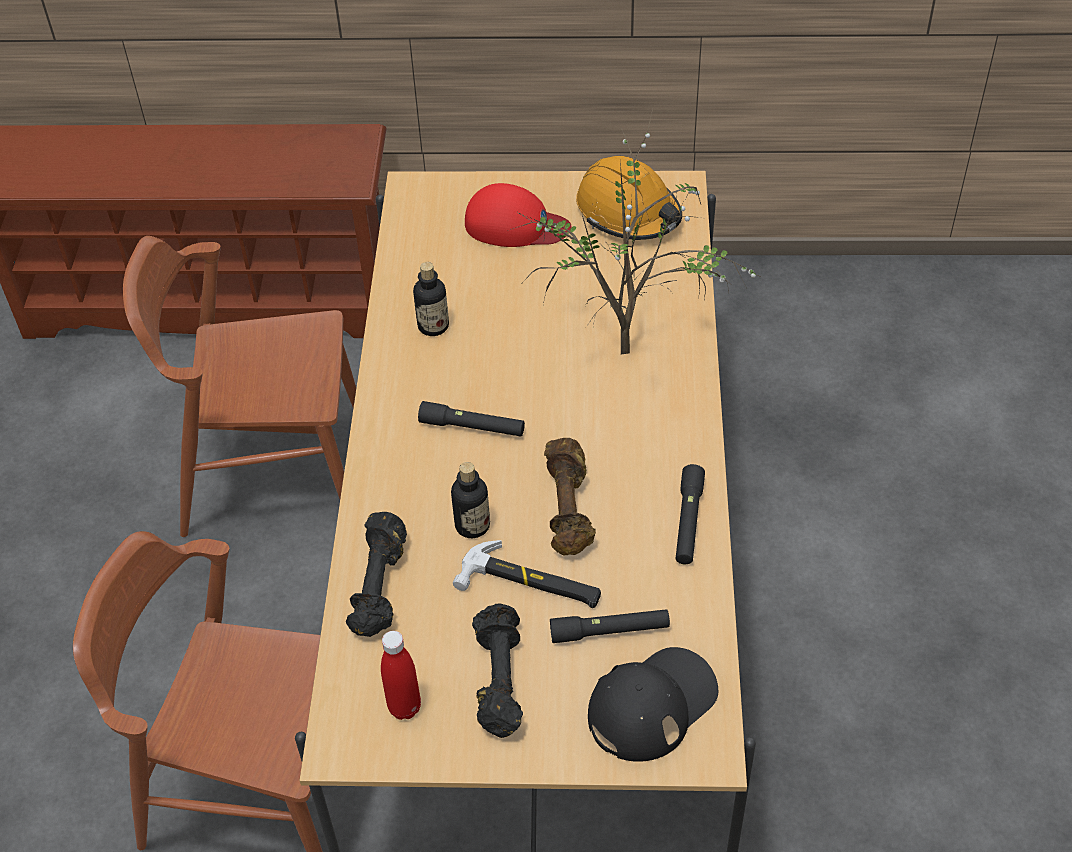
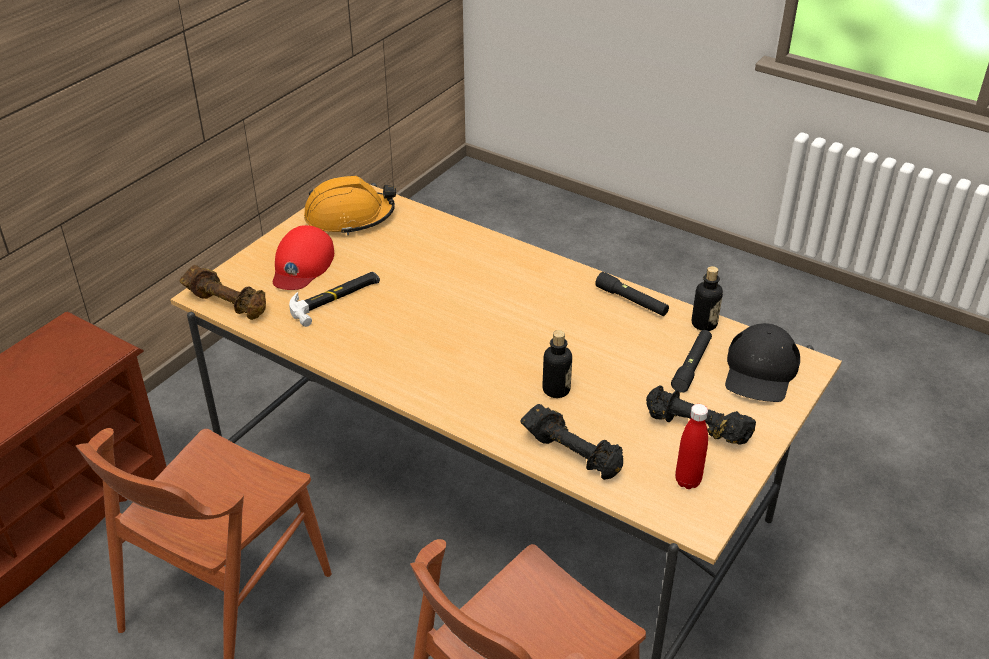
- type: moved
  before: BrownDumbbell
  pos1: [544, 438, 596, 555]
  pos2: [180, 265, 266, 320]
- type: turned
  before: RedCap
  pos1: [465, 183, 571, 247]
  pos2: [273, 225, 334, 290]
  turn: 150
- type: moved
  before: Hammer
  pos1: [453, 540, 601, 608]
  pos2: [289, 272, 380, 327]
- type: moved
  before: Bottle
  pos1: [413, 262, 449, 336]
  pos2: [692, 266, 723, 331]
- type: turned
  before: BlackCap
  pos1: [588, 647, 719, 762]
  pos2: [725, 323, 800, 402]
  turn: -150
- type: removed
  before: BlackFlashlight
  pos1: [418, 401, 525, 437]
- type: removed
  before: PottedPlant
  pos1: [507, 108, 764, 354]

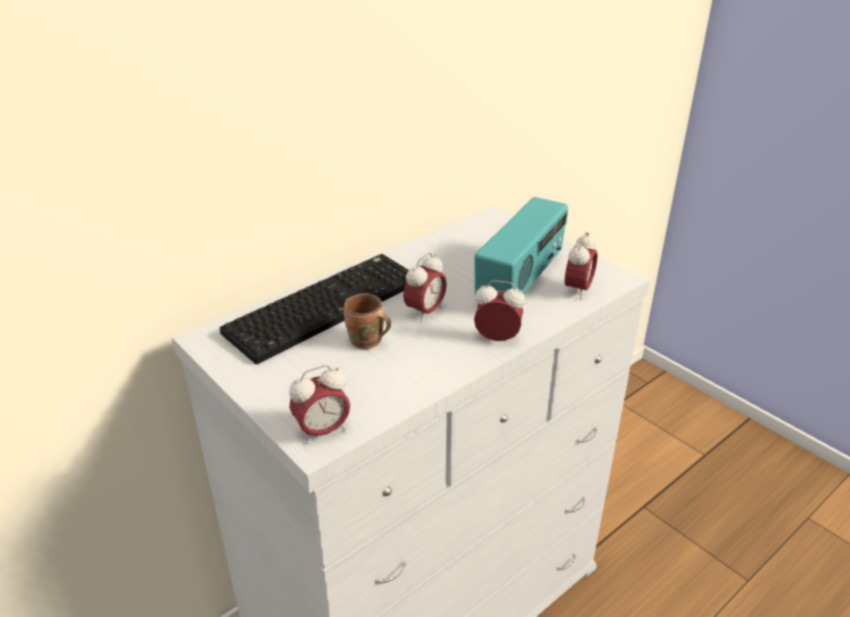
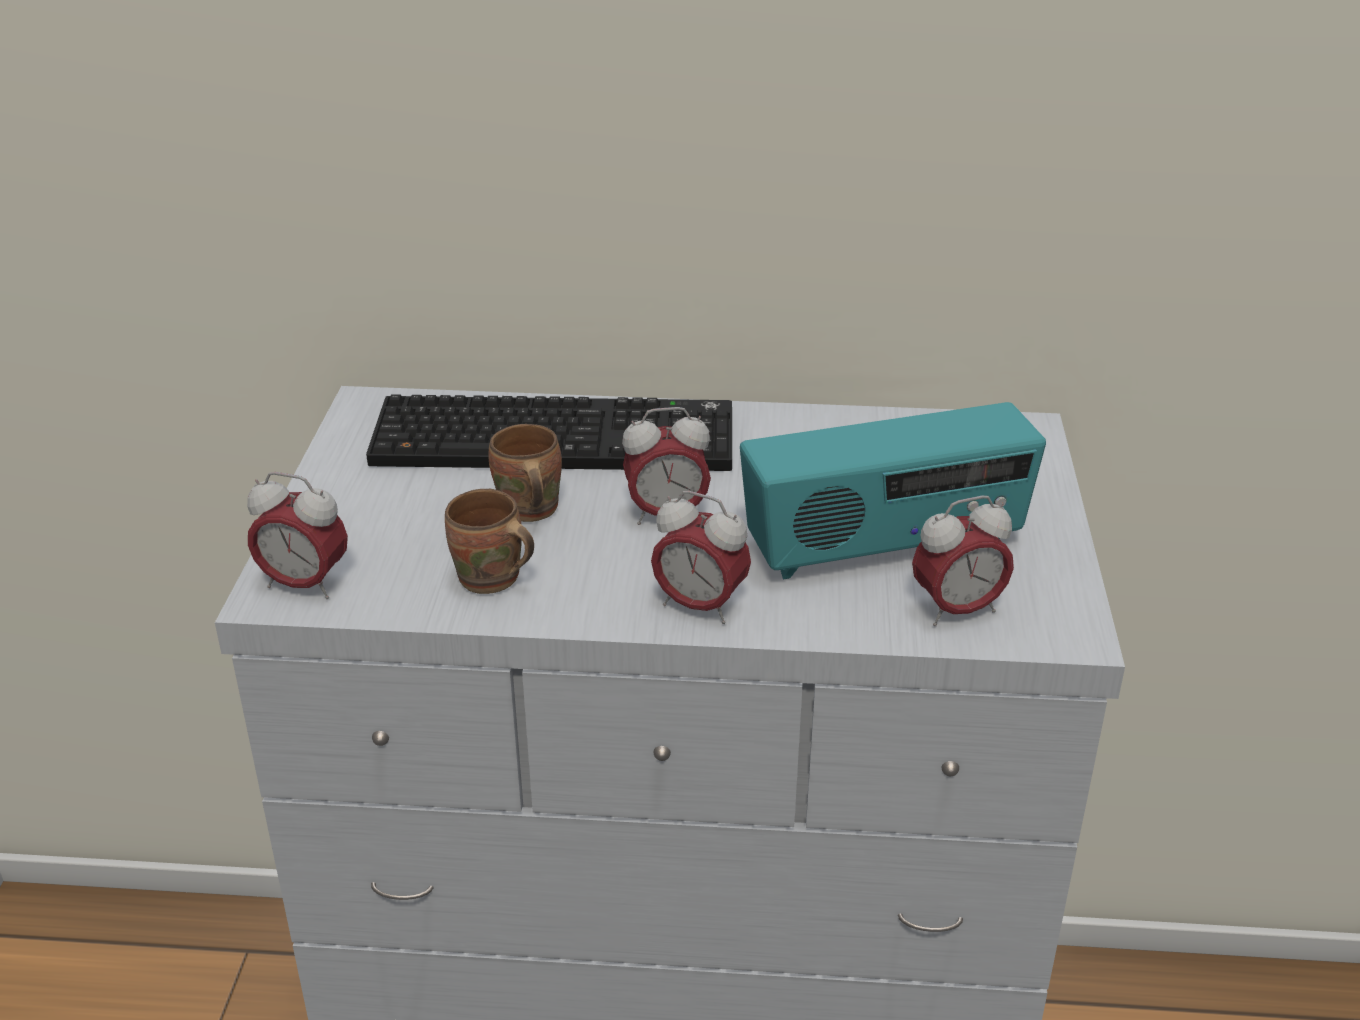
- type: added
  after: BrownMug
  pos2: [445, 489, 534, 594]
- type: turned
  before: AlarmClock
  pos1: [474, 280, 525, 341]
  pos2: [651, 491, 751, 624]
  turn: 150

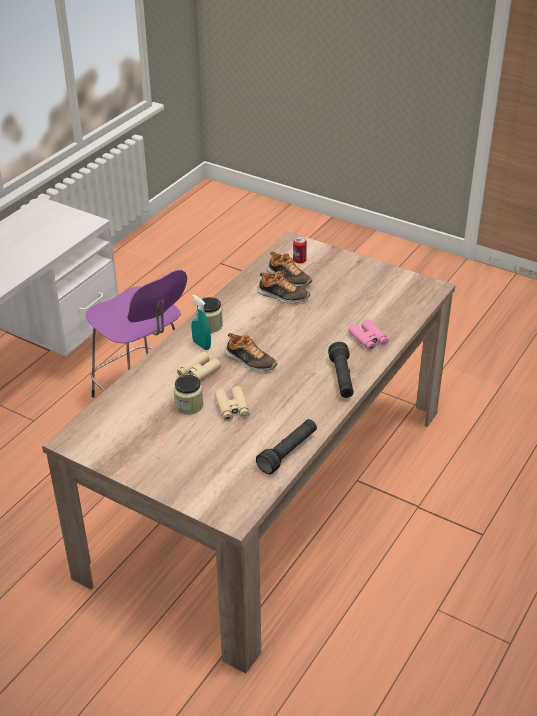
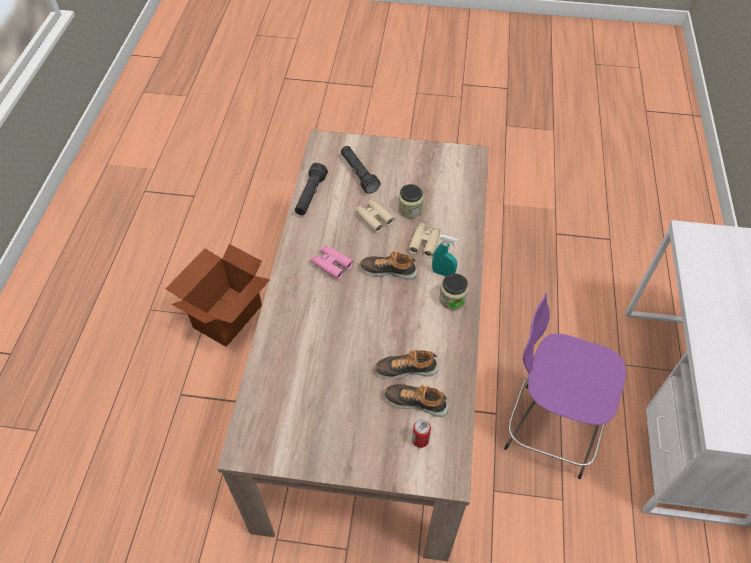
- type: added
  after: CardboardBox
  pos2: [165, 244, 270, 347]
- type: moved
  before: PinkBinoculars
  pos1: [348, 319, 389, 351]
  pos2: [311, 245, 353, 280]
- type: moved
  before: BlackFlashlight
  pos1: [328, 342, 354, 398]
  pos2: [341, 146, 380, 194]

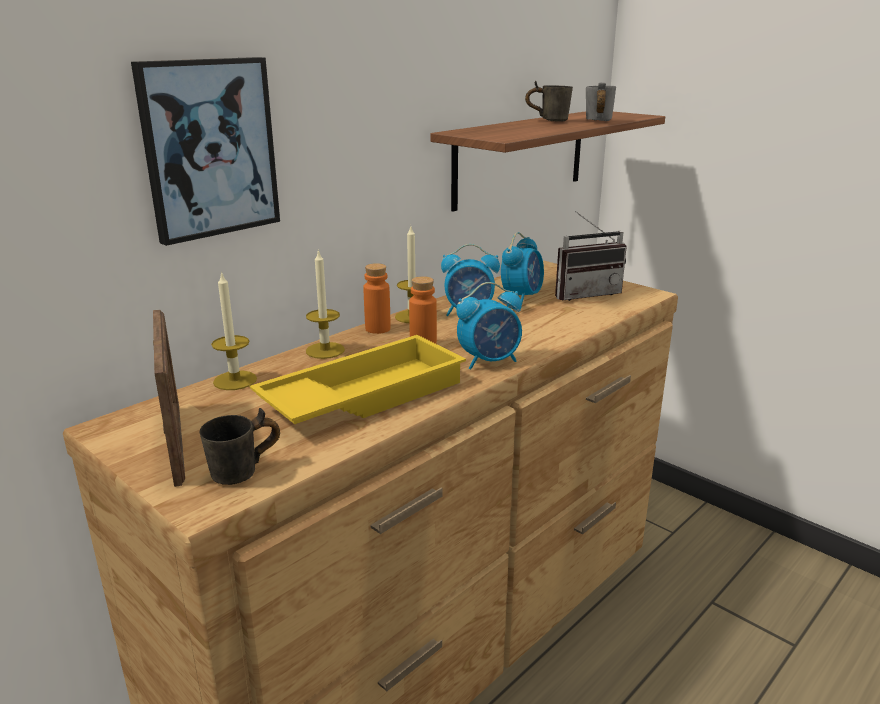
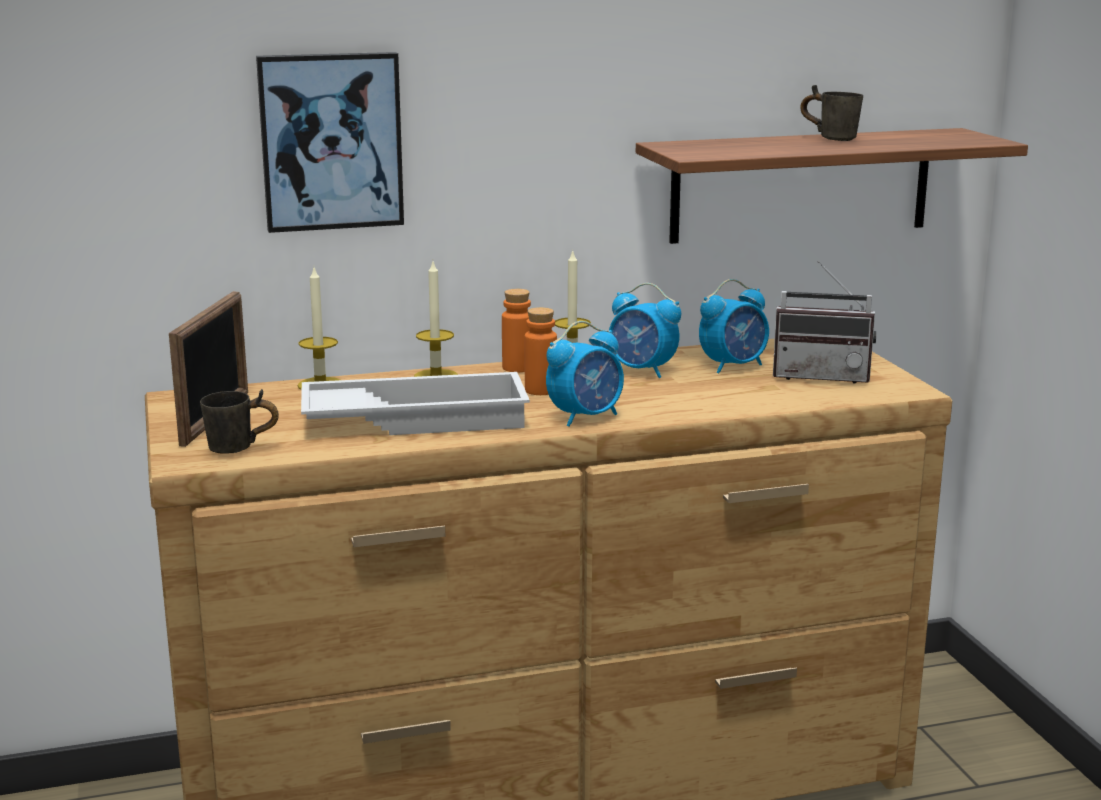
- type: recoloured
  before: YellowTray
  after: WhiteTray
  pos1: [250, 335, 466, 424]
  pos2: [301, 372, 530, 435]
- type: turned
  before: AlarmClock
  pos1: [456, 282, 522, 370]
  pos2: [546, 321, 624, 427]
  turn: -45
- type: removed
  before: GreyMug
  pos1: [586, 83, 616, 121]

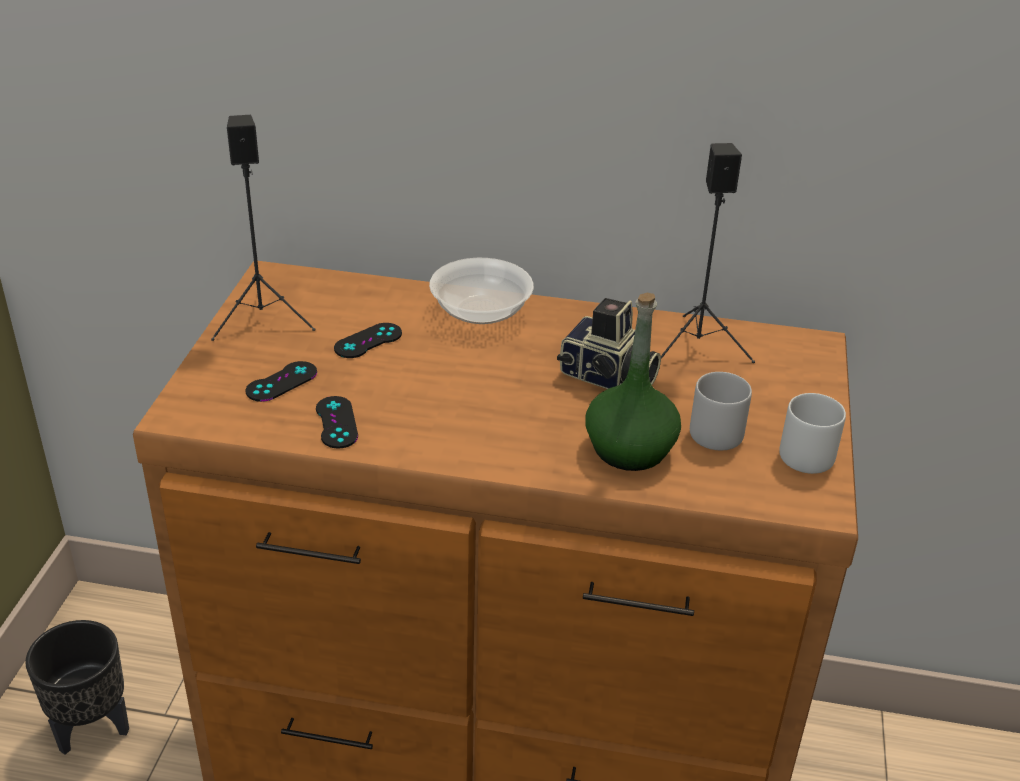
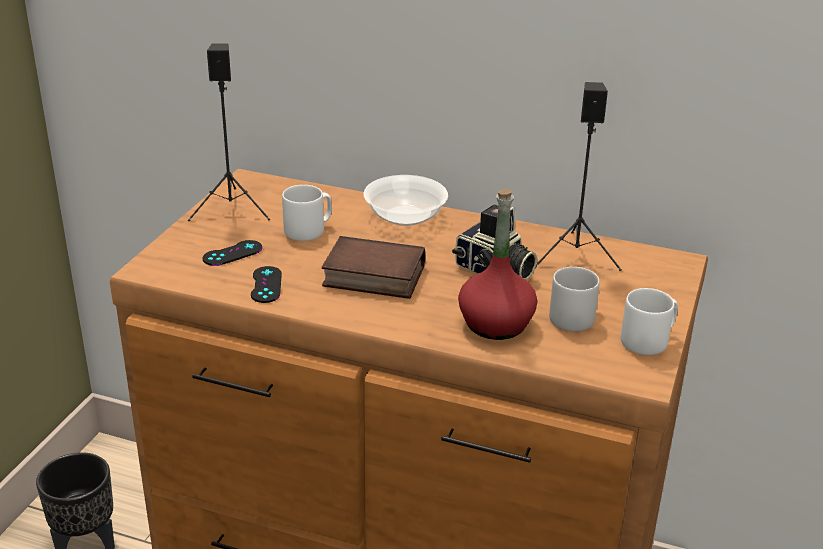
- type: replaced
  before: BlackGameController
  after: WhiteMug
  pos1: [334, 323, 402, 358]
  pos2: [282, 185, 332, 241]
- type: added
  after: Book
  pos2: [322, 236, 425, 299]
- type: recoloured
  before: GreenBottle
  after: RedBottle
  pos1: [585, 293, 681, 471]
  pos2: [458, 189, 537, 340]

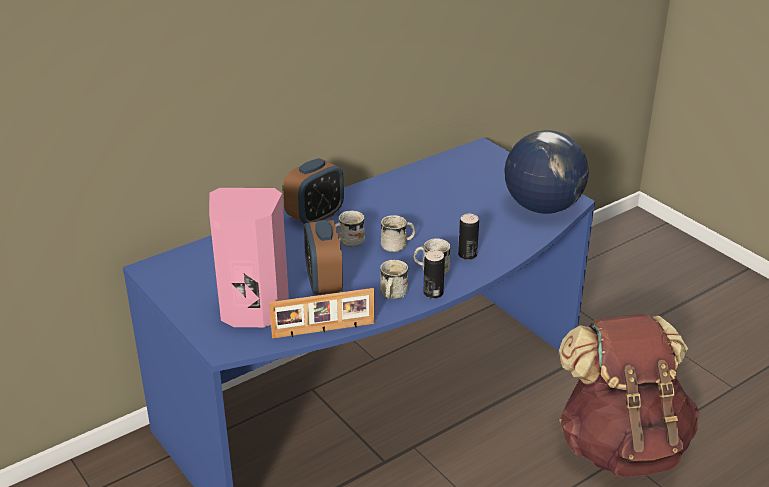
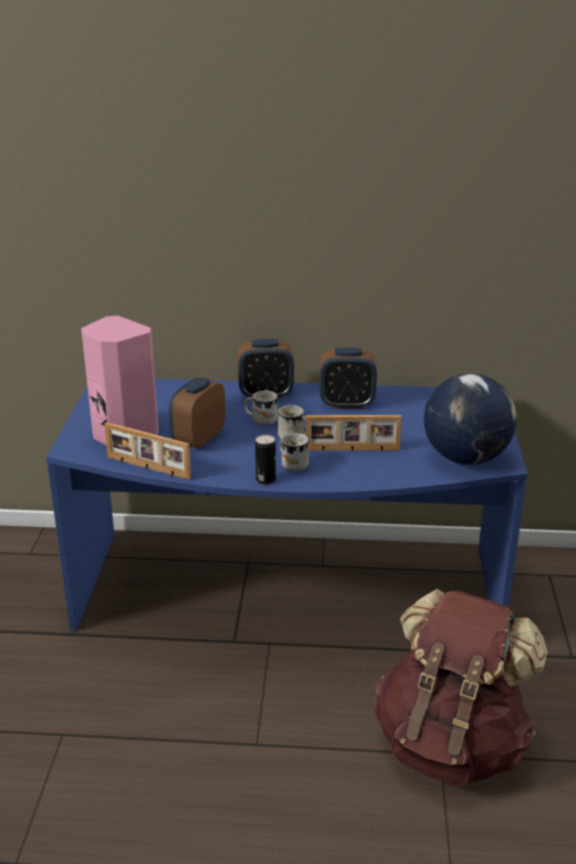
- type: added
  after: PictureFrame
  pos2: [306, 415, 402, 451]
- type: added
  after: AlarmClock
  pos2: [319, 347, 377, 409]
- type: removed
  before: WhiteMug
  pos1: [380, 260, 408, 299]
- type: removed
  before: Can
  pos1: [458, 214, 479, 260]

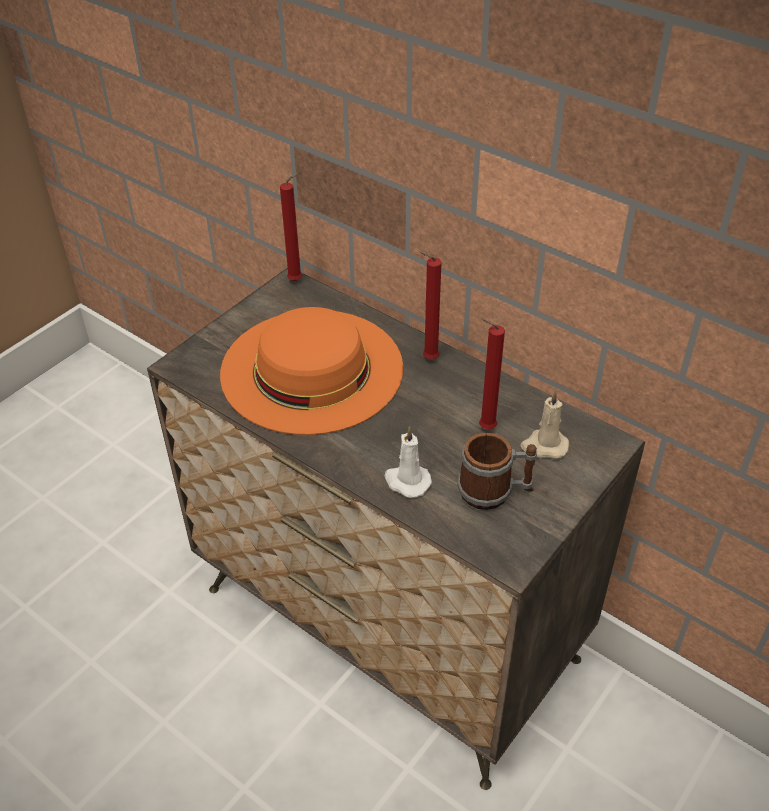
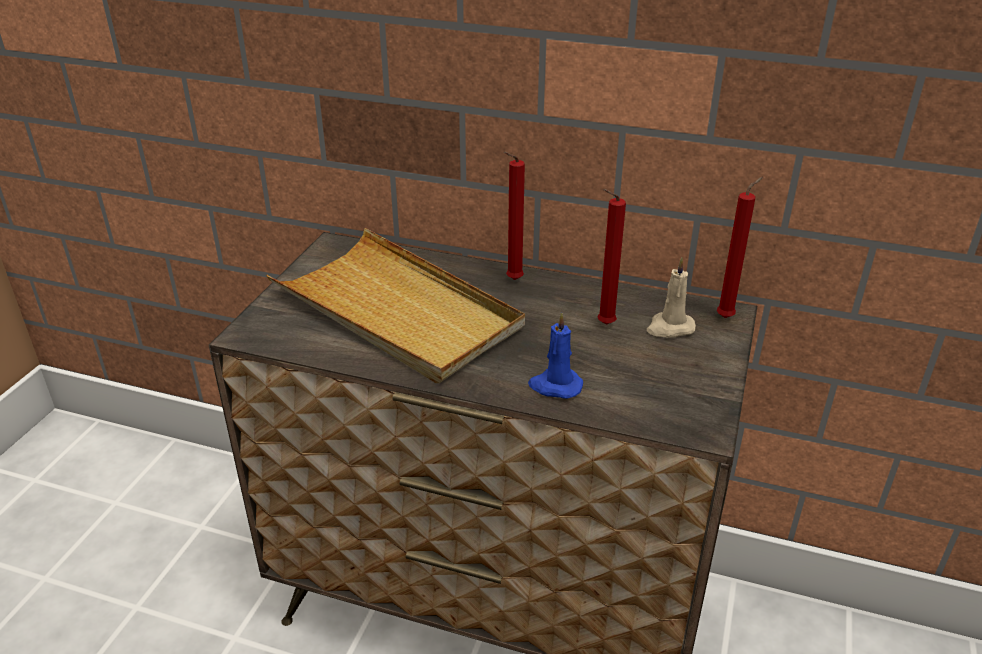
- type: replaced
  before: OrangeHat
  after: BeigeTray
  pos1: [220, 307, 403, 435]
  pos2: [266, 228, 525, 383]
- type: recoloured
  before: WhiteCandle
  after: BlueCandle
  pos1: [385, 426, 432, 498]
  pos2: [528, 312, 583, 399]
- type: moved
  before: RedCandle
  pos1: [280, 173, 302, 281]
  pos2: [717, 177, 763, 318]
- type: removed
  before: Mug
  pos1: [457, 433, 537, 510]

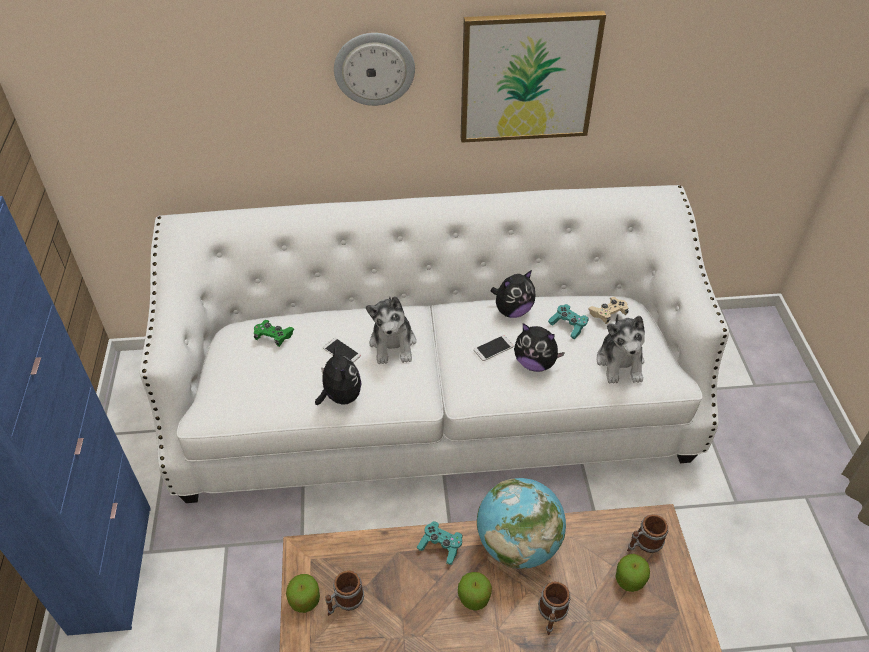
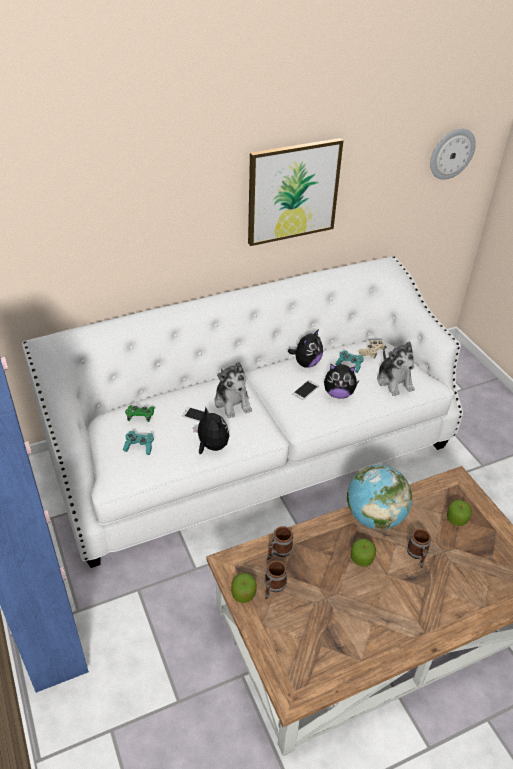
- type: moved
  before: TurquoiseGameController
  pos1: [417, 521, 463, 565]
  pos2: [123, 431, 154, 455]
- type: moved
  before: Mug
  pos1: [627, 514, 668, 553]
  pos2: [267, 526, 294, 560]
- type: moved
  before: WallClock
  pos1: [334, 33, 415, 106]
  pos2: [430, 129, 476, 180]

